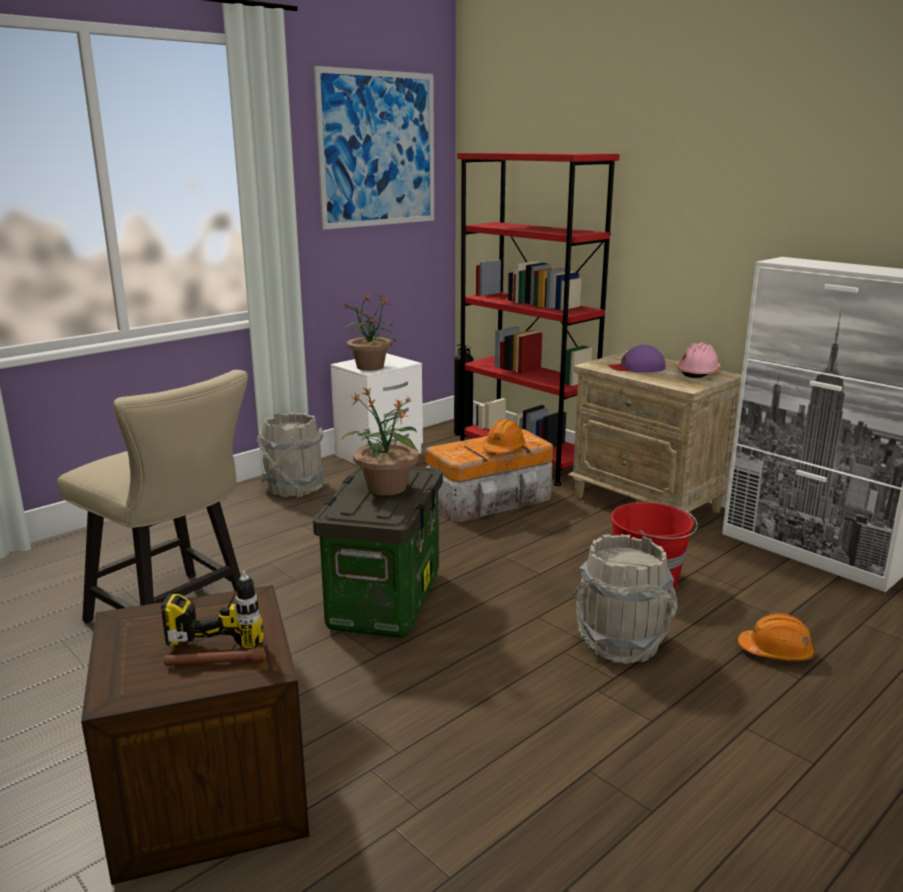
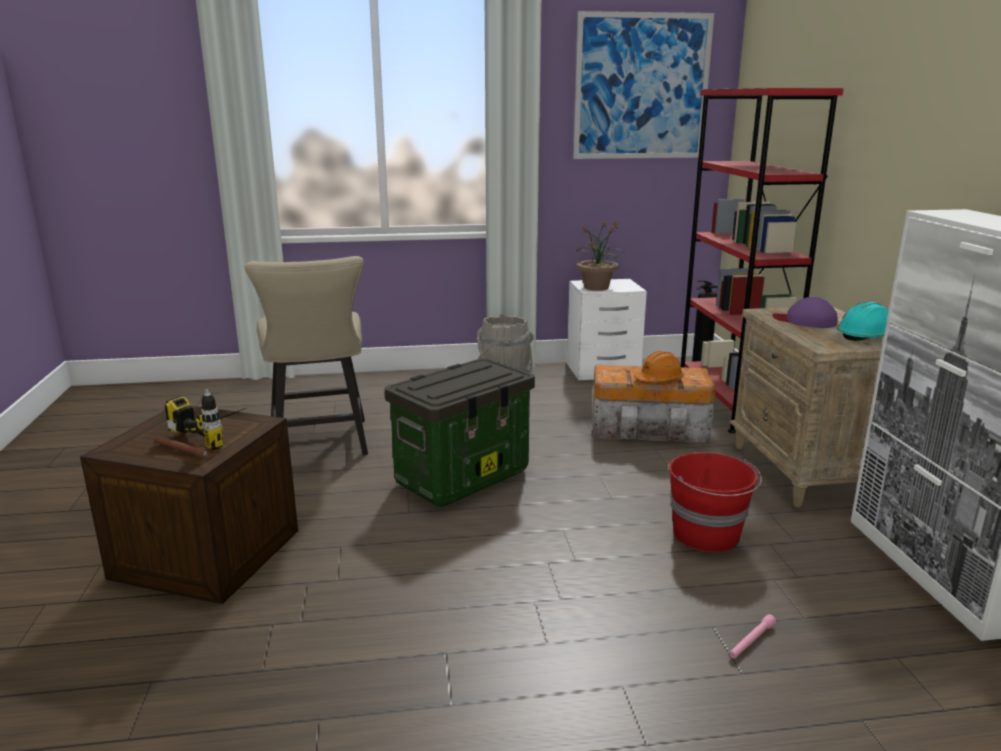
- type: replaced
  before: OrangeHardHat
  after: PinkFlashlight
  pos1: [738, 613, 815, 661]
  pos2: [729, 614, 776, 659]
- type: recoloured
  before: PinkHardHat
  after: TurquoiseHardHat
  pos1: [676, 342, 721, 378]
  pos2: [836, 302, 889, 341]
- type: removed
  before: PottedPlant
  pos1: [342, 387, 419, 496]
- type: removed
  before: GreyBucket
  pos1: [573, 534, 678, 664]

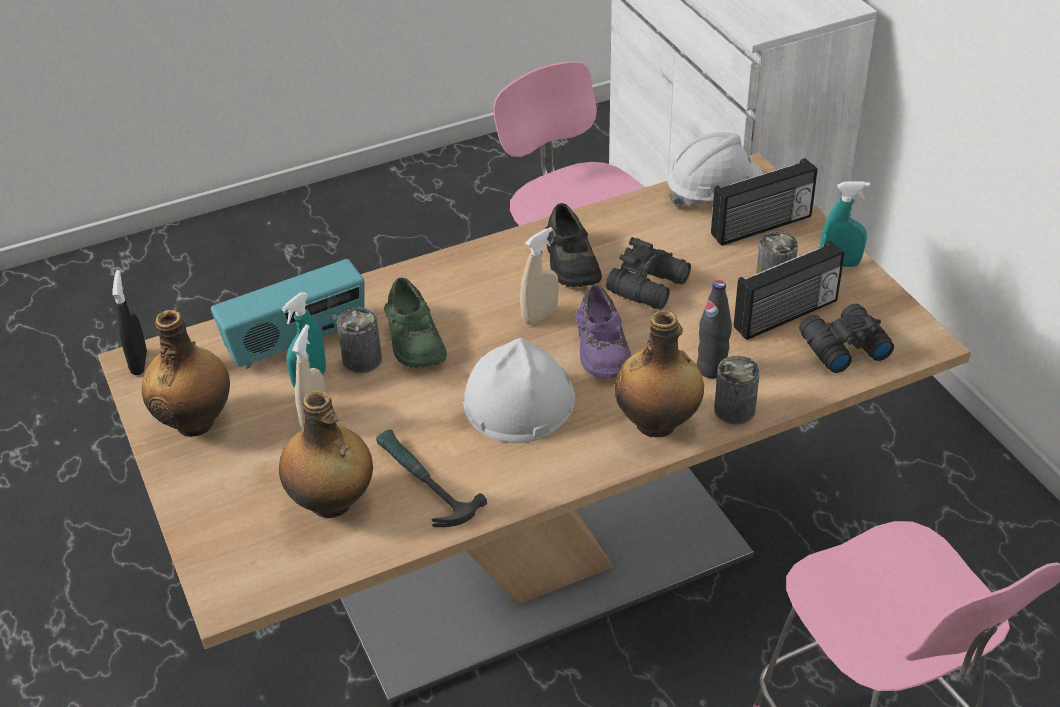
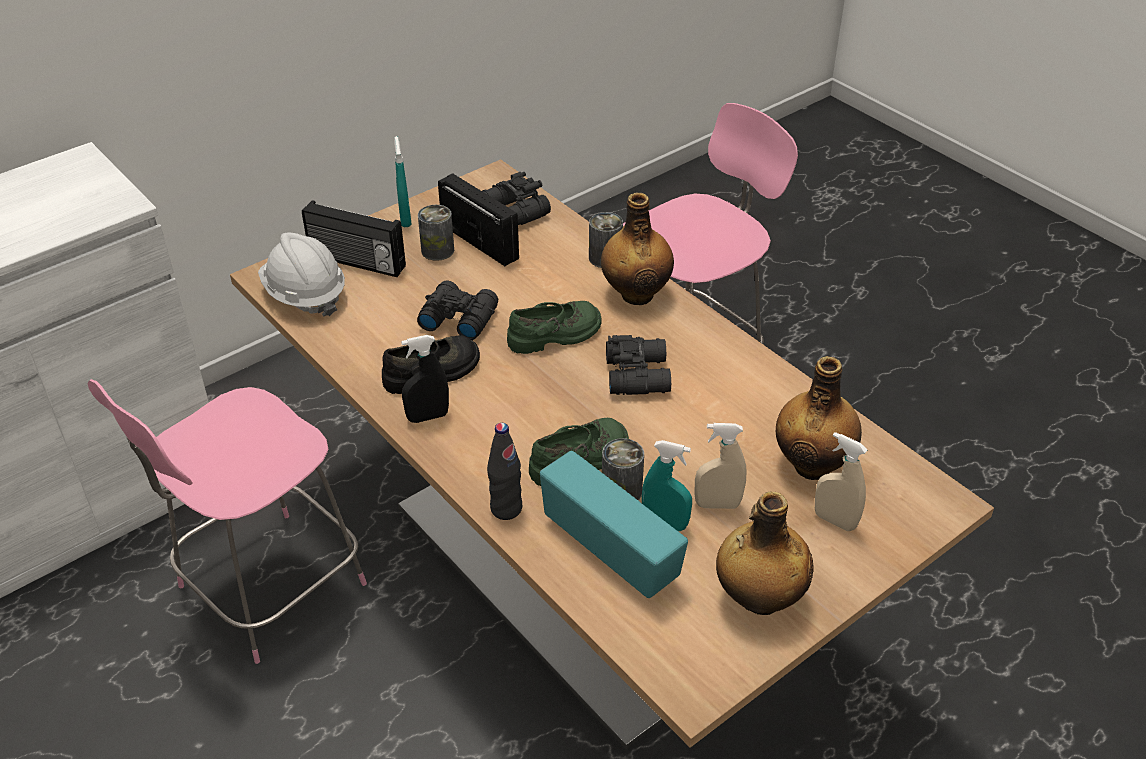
- type: turned
  before: Radio
  pos1: [711, 158, 818, 246]
  pos2: [302, 200, 406, 277]
  turn: 150
- type: moved
  before: BlackSprayBottle
  pos1: [112, 270, 147, 375]
  pos2: [401, 335, 449, 423]
- type: moved
  before: BlackBottle
  pos1: [697, 280, 732, 378]
  pos2: [487, 423, 522, 520]
- type: recoloured
  before: PurpleShoe
  after: GreenShoe
  pos1: [575, 285, 631, 379]
  pos2: [507, 301, 602, 354]
- type: replaced
  before: WhiteHardHat
  after: BlackBinoculars
  pos1: [463, 338, 575, 443]
  pos2: [606, 335, 671, 395]
- type: moved
  before: BeigeSprayBottle
  pos1: [520, 227, 559, 325]
  pos2: [815, 432, 867, 531]
- type: removed
  before: Hammer
  pos1: [376, 430, 487, 527]

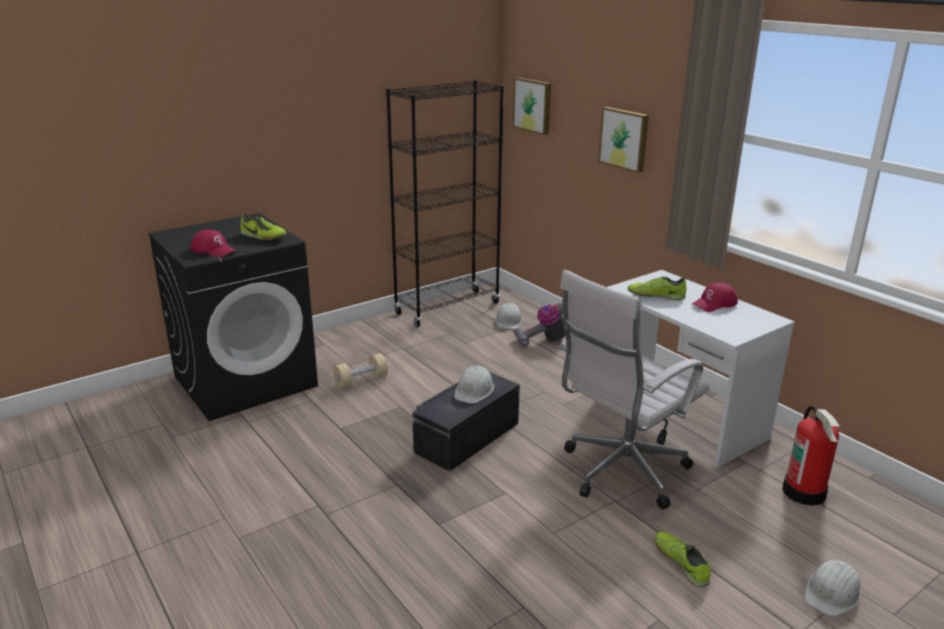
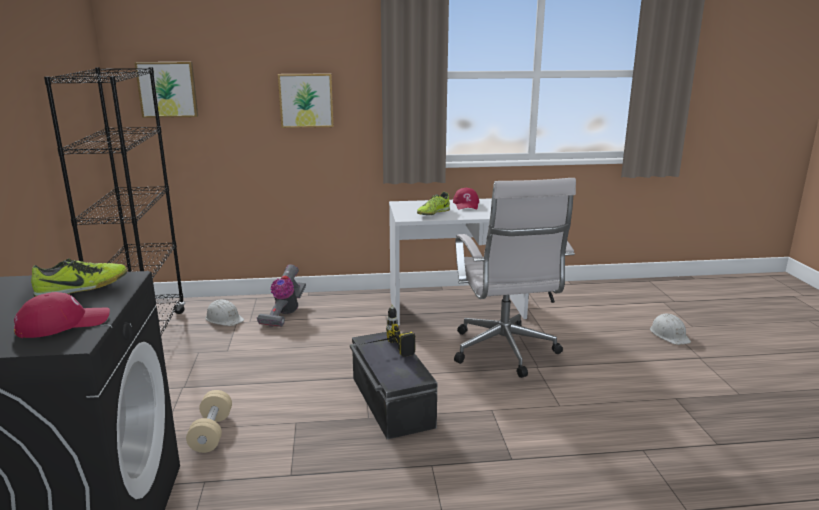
- type: replaced
  before: WhiteHardHat
  after: PowerDrill
  pos1: [454, 366, 494, 404]
  pos2: [364, 304, 416, 357]
- type: removed
  before: Shoe
  pos1: [655, 532, 710, 587]
- type: removed
  before: FireExtinguisher
  pos1: [782, 406, 839, 506]

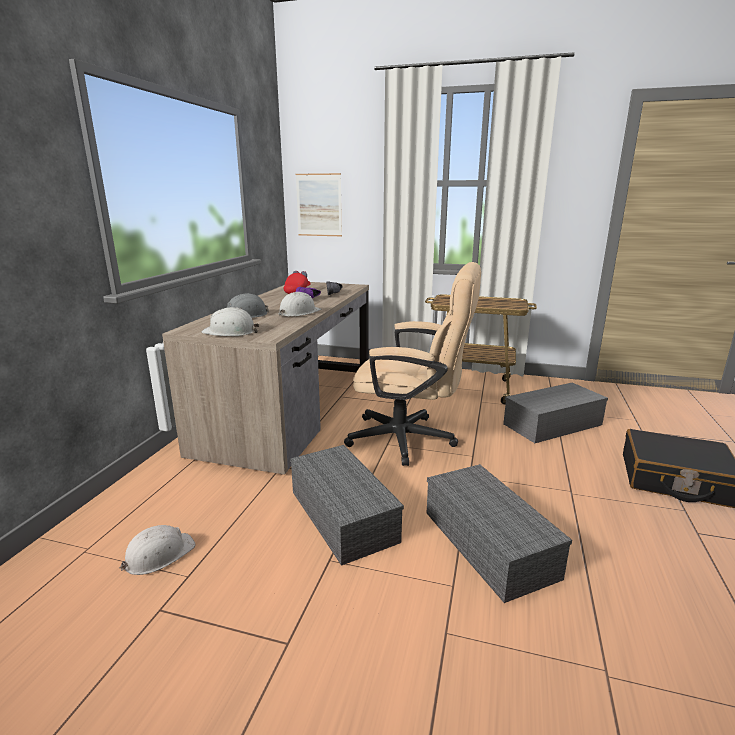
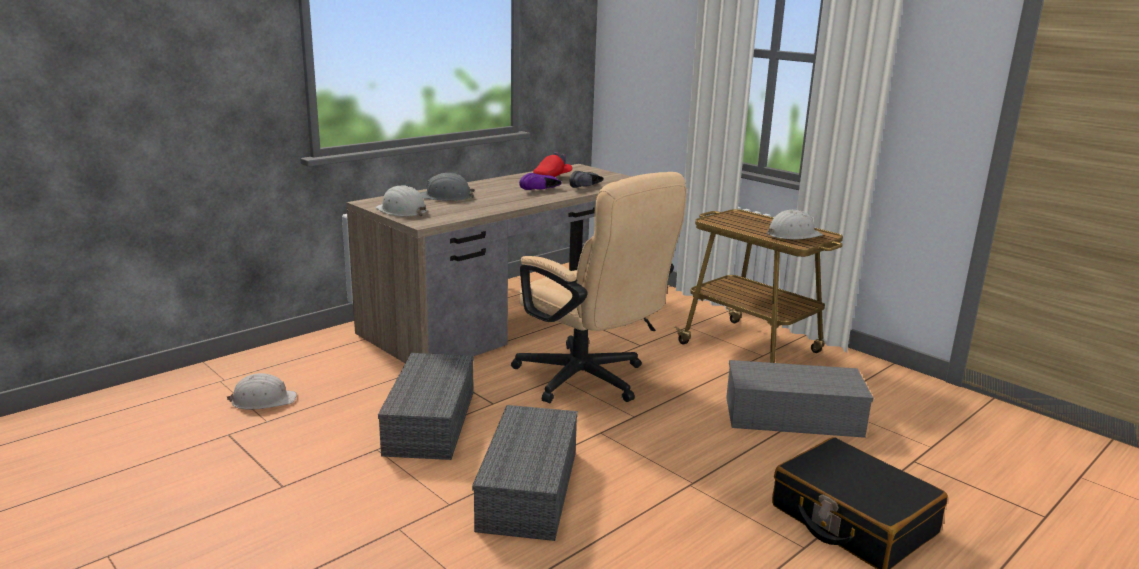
- type: moved
  before: WhiteHardHat
  pos1: [278, 292, 321, 316]
  pos2: [767, 210, 823, 239]
- type: removed
  before: Picture
  pos1: [296, 173, 342, 236]

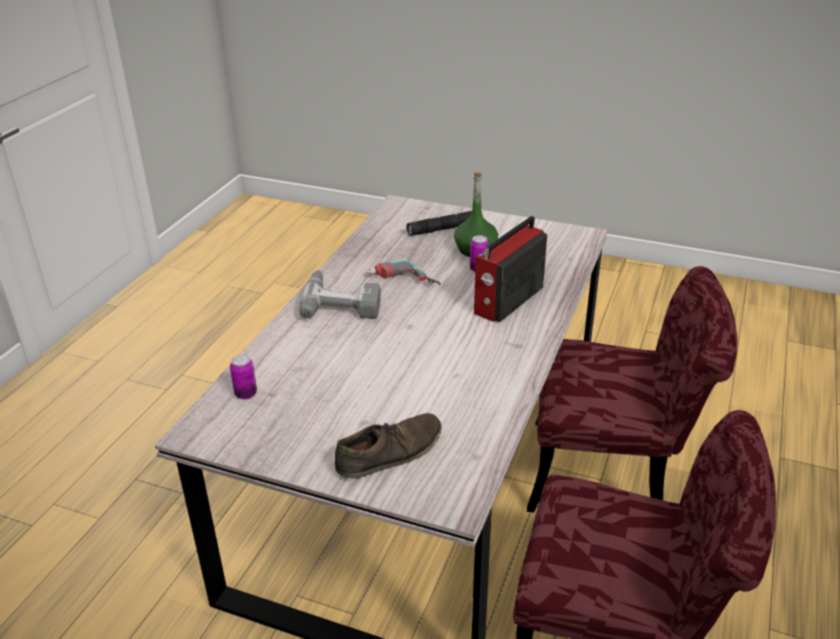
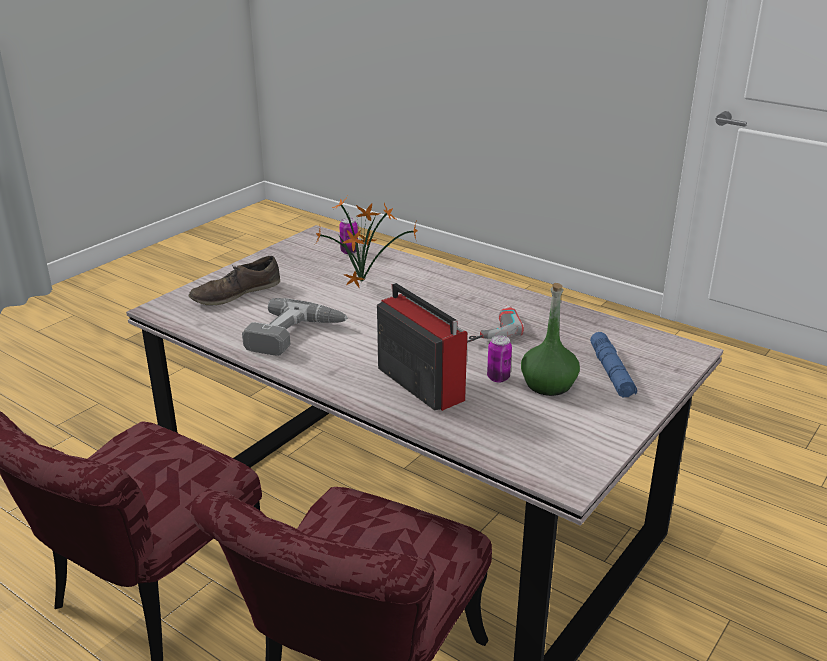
- type: turned
  before: BrownShoe
  pos1: [335, 413, 441, 479]
  pos2: [189, 256, 280, 305]
  turn: 75
- type: moved
  before: PowerDrill
  pos1: [299, 270, 381, 319]
  pos2: [242, 298, 348, 356]
- type: added
  after: PottedPlant
  pos2: [315, 198, 418, 288]
- type: recoloured
  before: BlackFlashlight
  after: BlueFlashlight
  pos1: [407, 211, 472, 236]
  pos2: [590, 332, 637, 397]

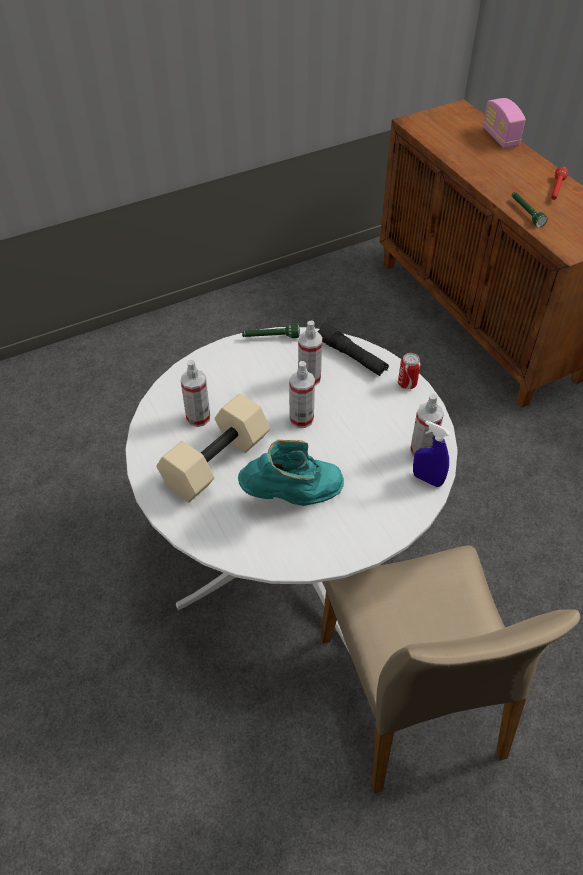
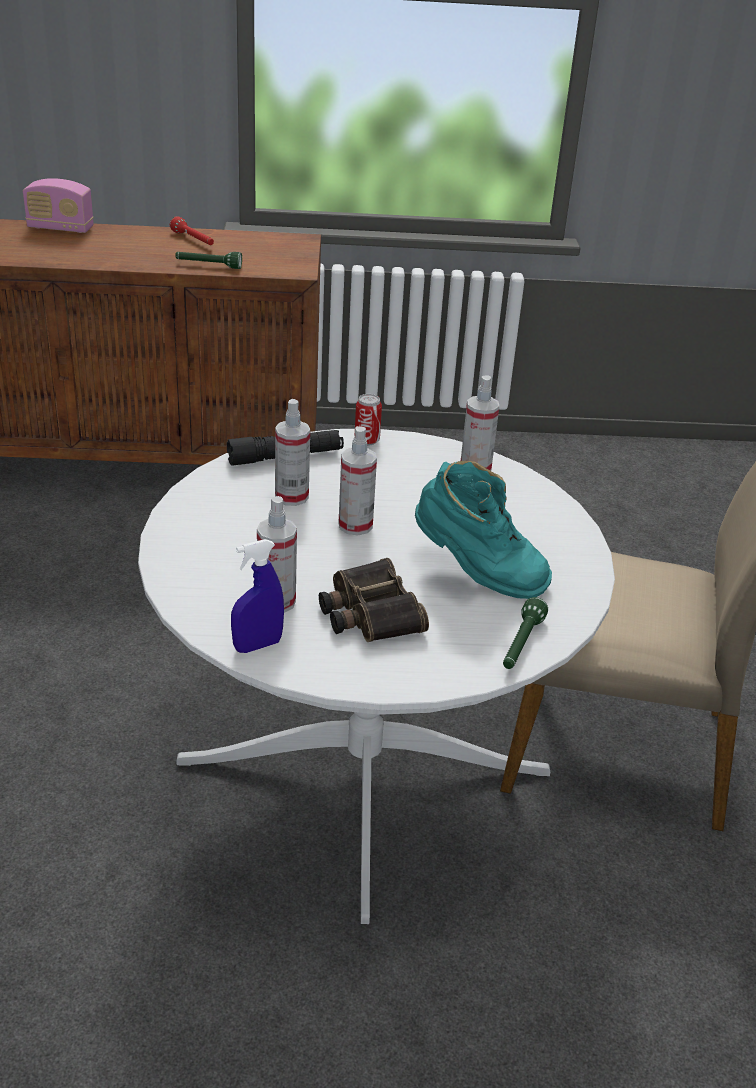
- type: moved
  before: BlueSprayBottle
  pos1: [413, 420, 450, 487]
  pos2: [231, 539, 284, 653]
- type: replaced
  before: BeigeDumbbell
  after: Binoculars
  pos1: [157, 394, 270, 502]
  pos2: [319, 558, 429, 642]
- type: turned
  before: TurquoiseBoot
  pos1: [238, 440, 344, 506]
  pos2: [415, 461, 552, 599]
  turn: 105
- type: moved
  before: GreenFlashlight
  pos1: [242, 324, 300, 338]
  pos2: [503, 597, 548, 669]

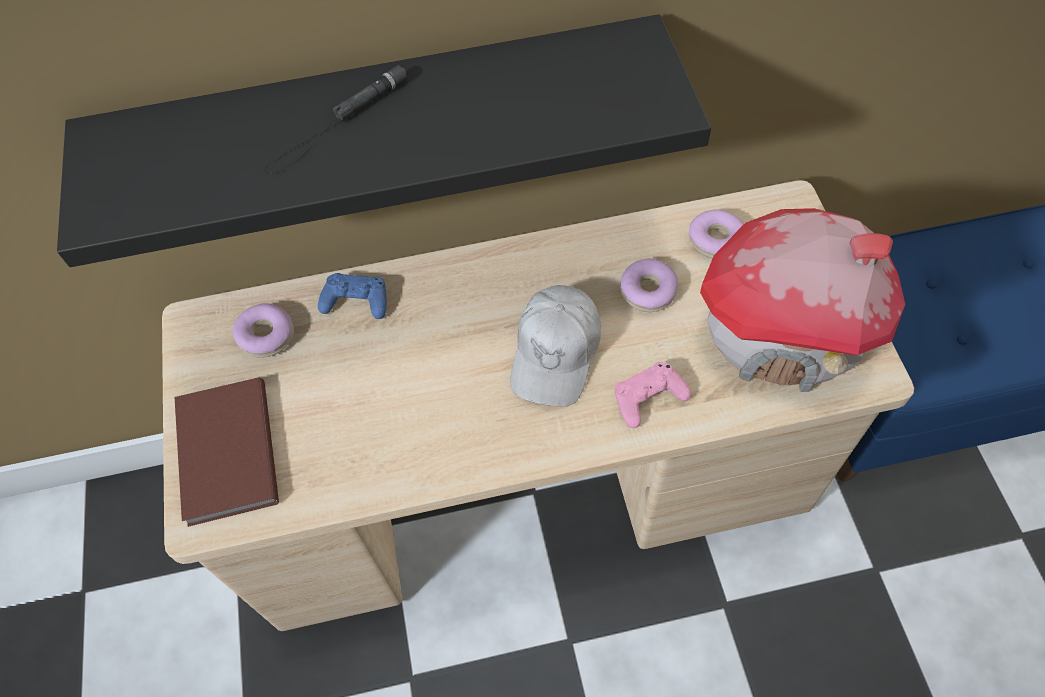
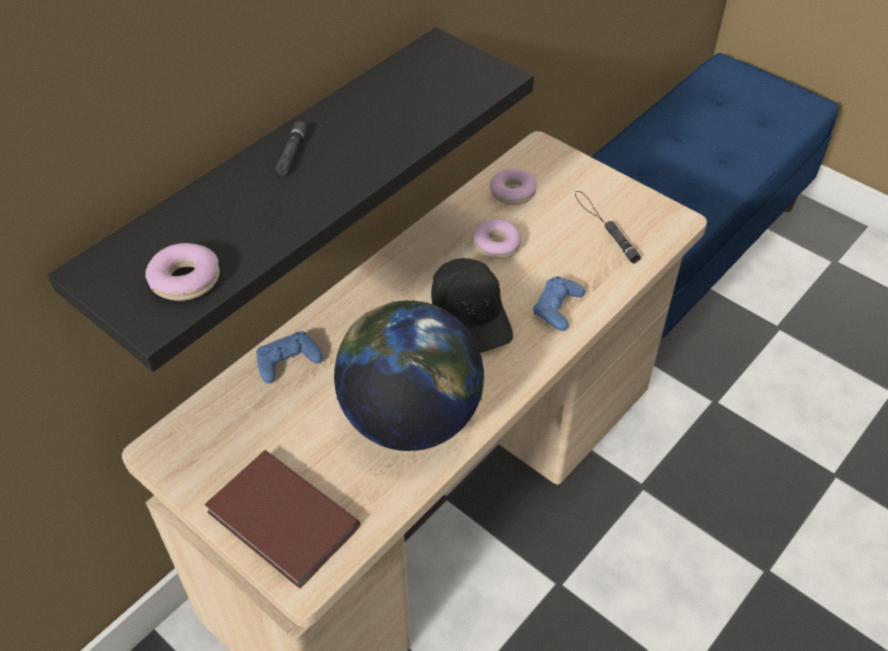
- type: moved
  before: Donut
  pos1: [233, 303, 294, 358]
  pos2: [145, 243, 219, 301]
- type: added
  after: Globe
  pos2: [334, 301, 484, 451]
- type: recoloured
  before: WhiteCap
  after: BlackCap
  pos1: [510, 285, 601, 407]
  pos2: [431, 258, 513, 353]
- type: recoloured
  before: PinkGameController
  after: BlueGameController
  pos1: [615, 362, 691, 428]
  pos2: [533, 276, 585, 331]
- type: replaced
  before: ToyHouse
  after: BlackFlashlight
  pos1: [700, 208, 905, 392]
  pos2: [575, 191, 641, 264]

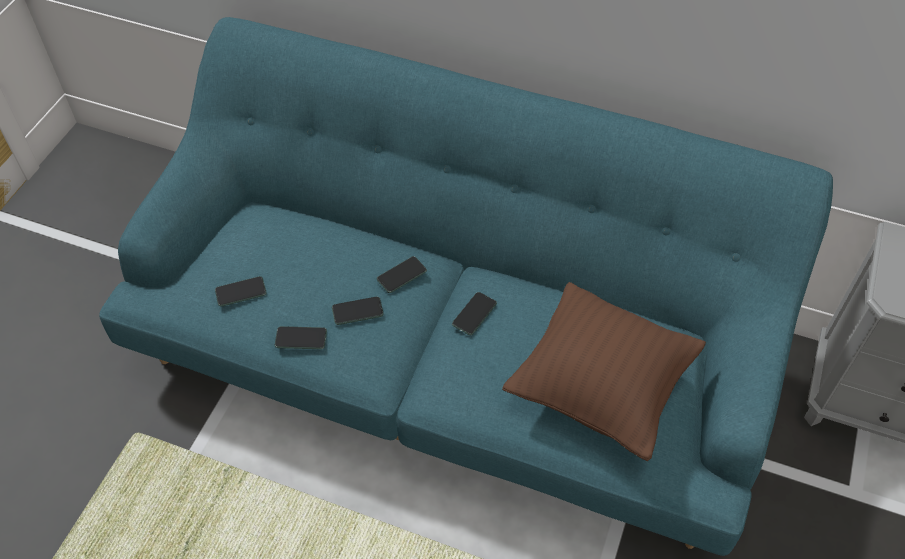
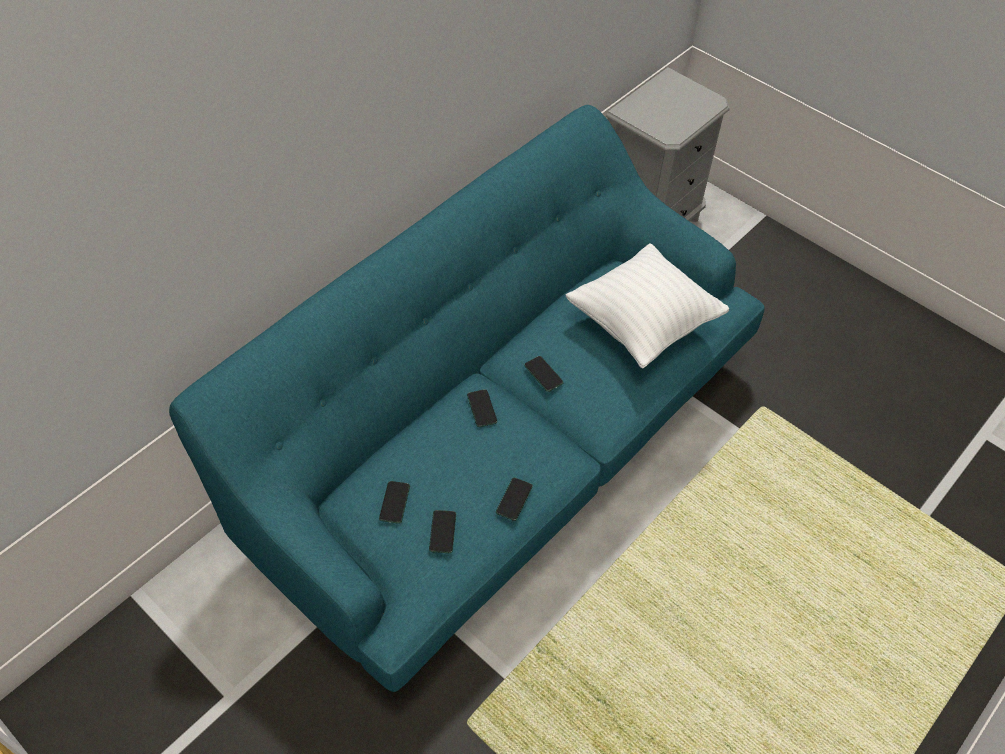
- type: moved
  before: Phone
  pos1: [332, 297, 384, 325]
  pos2: [379, 481, 410, 524]
- type: recoloured
  before: BrownPillow
  after: WhitePillow
  pos1: [502, 282, 706, 461]
  pos2: [566, 243, 729, 368]

